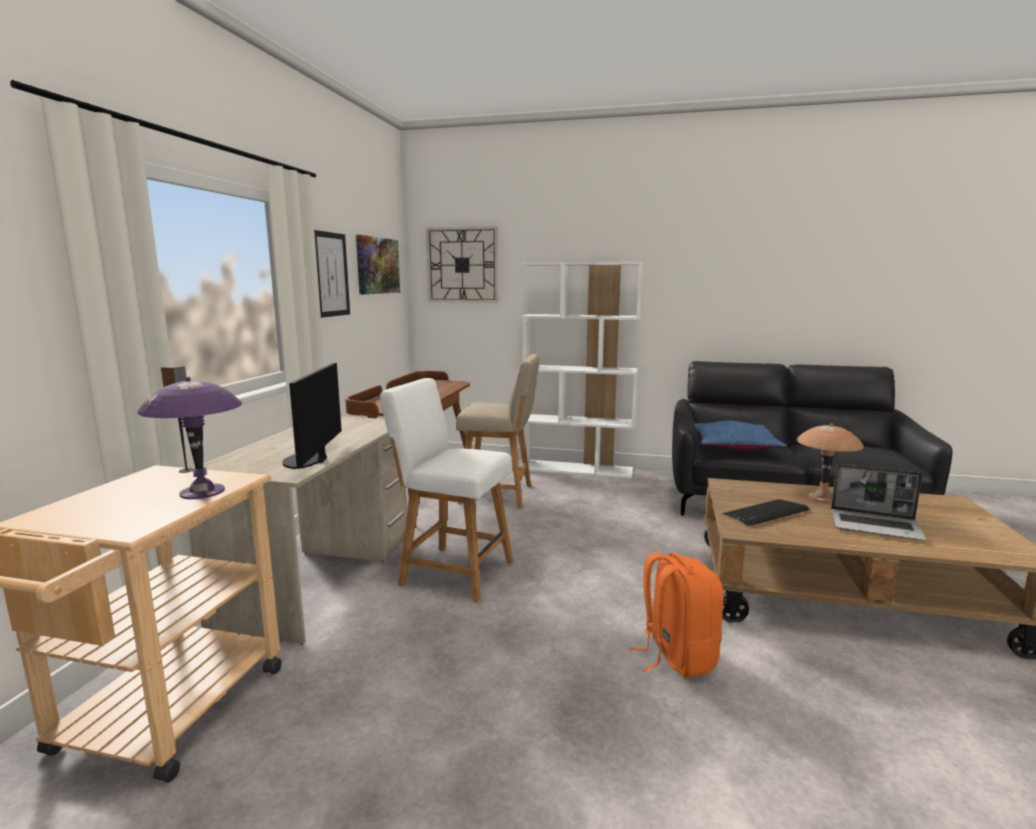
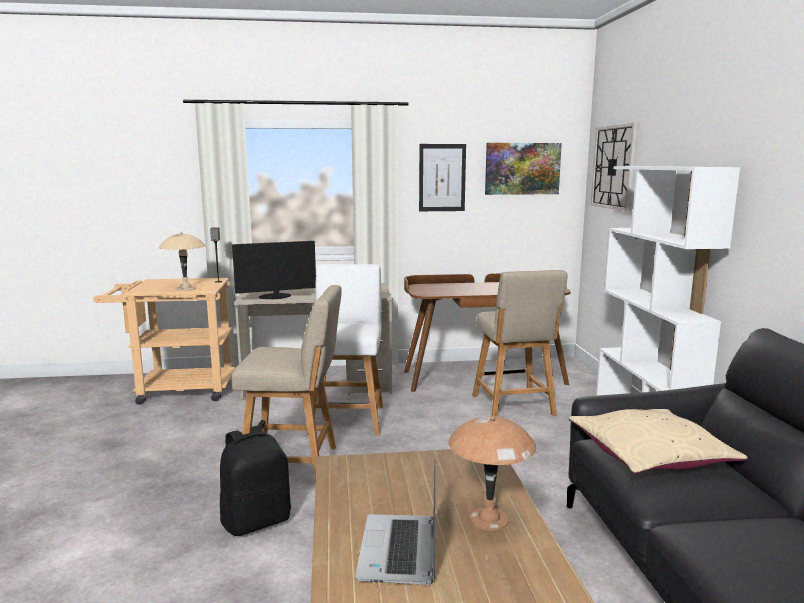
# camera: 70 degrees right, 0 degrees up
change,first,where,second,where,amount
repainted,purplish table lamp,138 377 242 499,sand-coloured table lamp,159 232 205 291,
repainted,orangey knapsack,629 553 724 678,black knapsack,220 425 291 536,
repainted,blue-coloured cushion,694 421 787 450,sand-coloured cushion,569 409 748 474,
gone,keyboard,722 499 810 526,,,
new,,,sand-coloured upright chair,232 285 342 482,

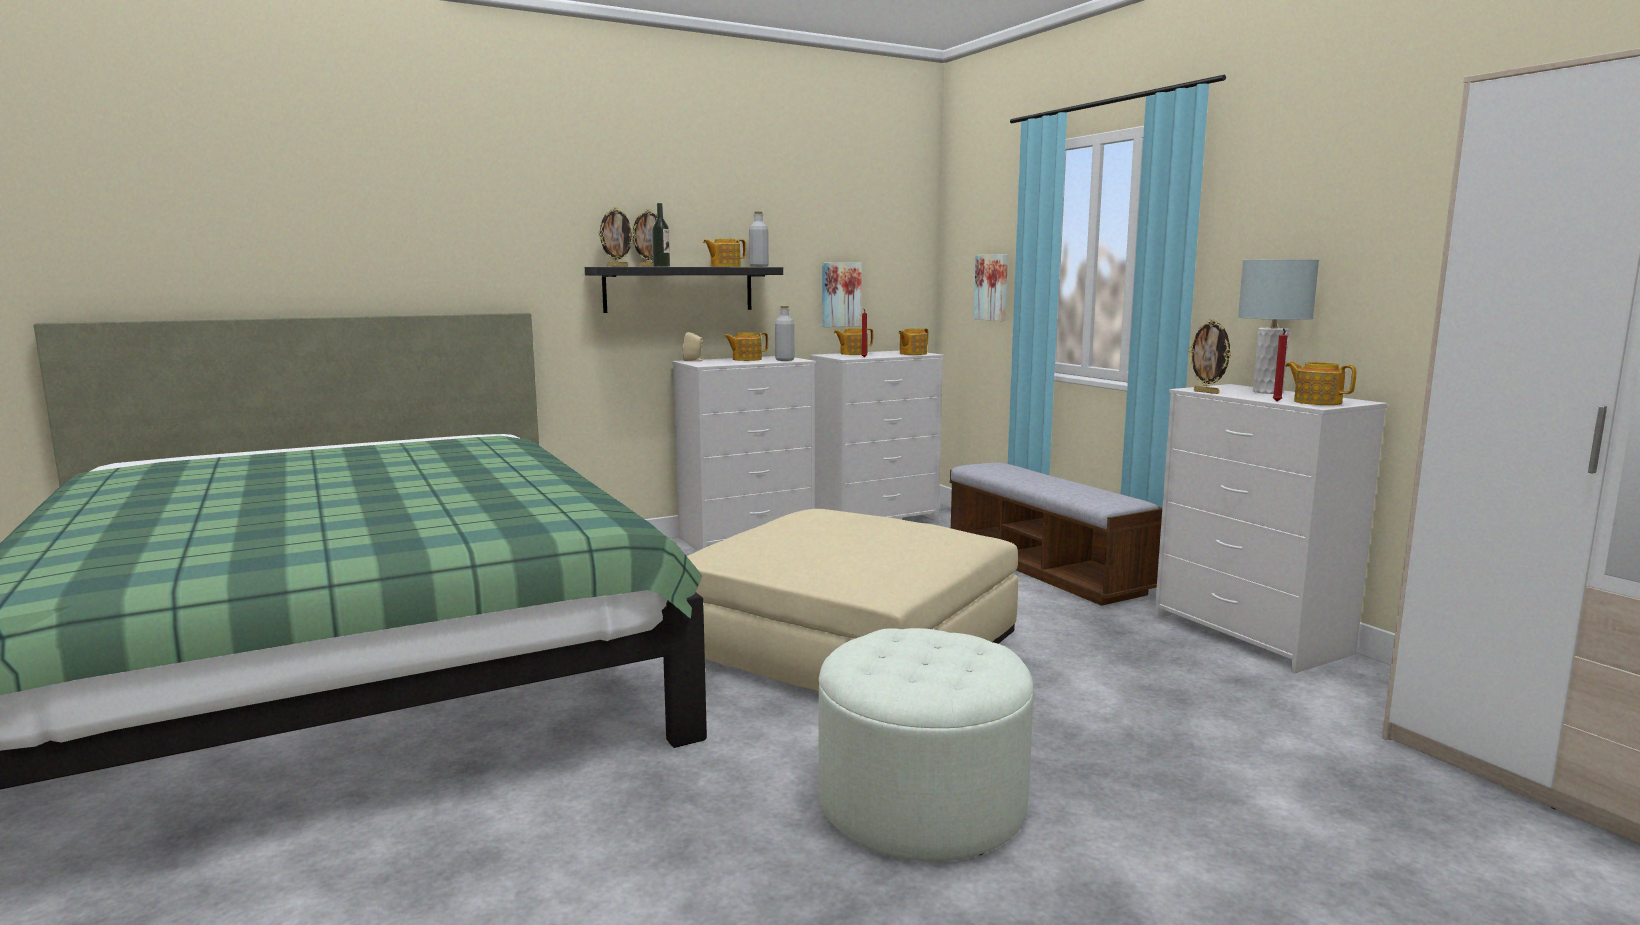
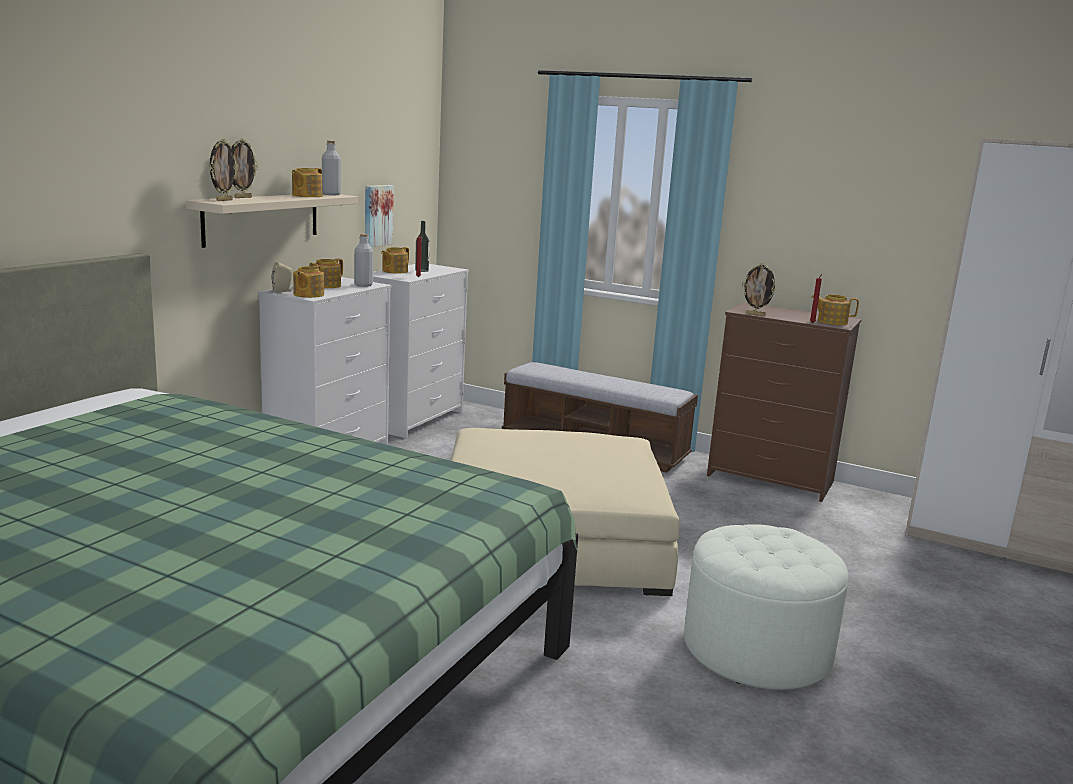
# camera: 35 degrees left, 5 degrees up
change,first,where,second,where,amount
repainted,black shelf,585 267 783 313,sand-coloured shelf,186 193 358 248,
shifted,bottle,652 203 670 267,,415 221 430 272,
shifted,pot for tea,898 328 928 355,,293 265 324 298,
gone,wall art,974 254 1008 321,,,
repainted,whitish dresser,1154 384 1387 673,brown dresser,707 303 861 502,
gone,grey table lamp,1238 259 1319 394,,,

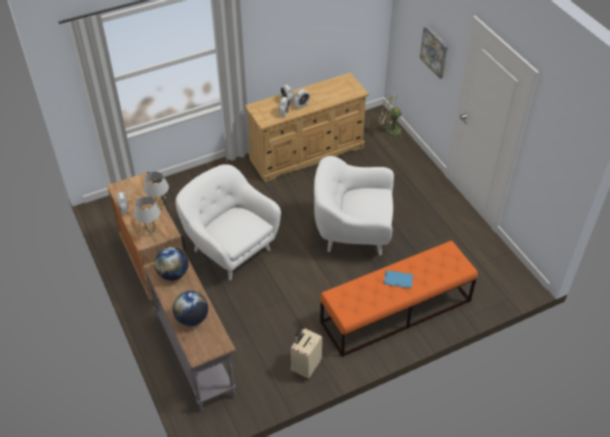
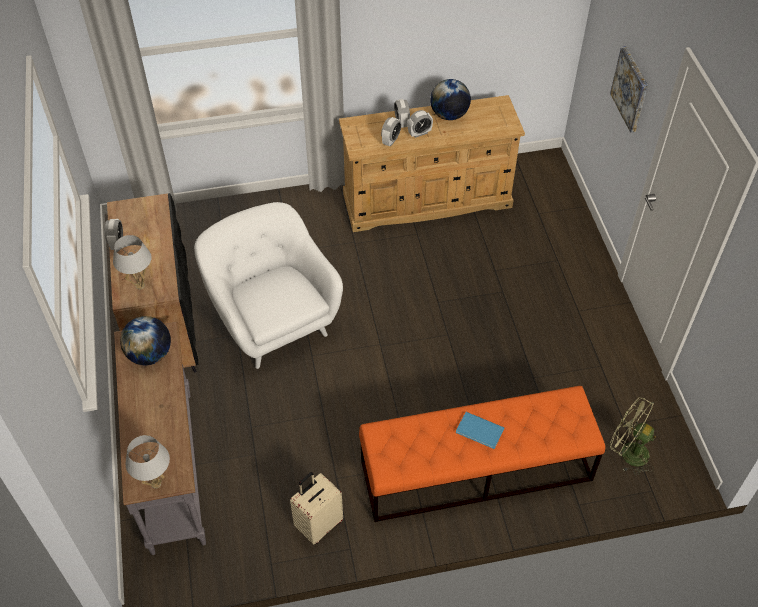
# camera: 15 degrees right, 5 degrees up
change,first,where,second,where,amount
shifted,whitish table lamp,143 172 169 210,,126 435 170 489,
shifted,world globe,173 291 208 326,,430 79 471 120,
gone,whitish easy chair,314 156 394 256,,,
shifted,green-coloured fan,379 94 405 139,,610 397 656 475,

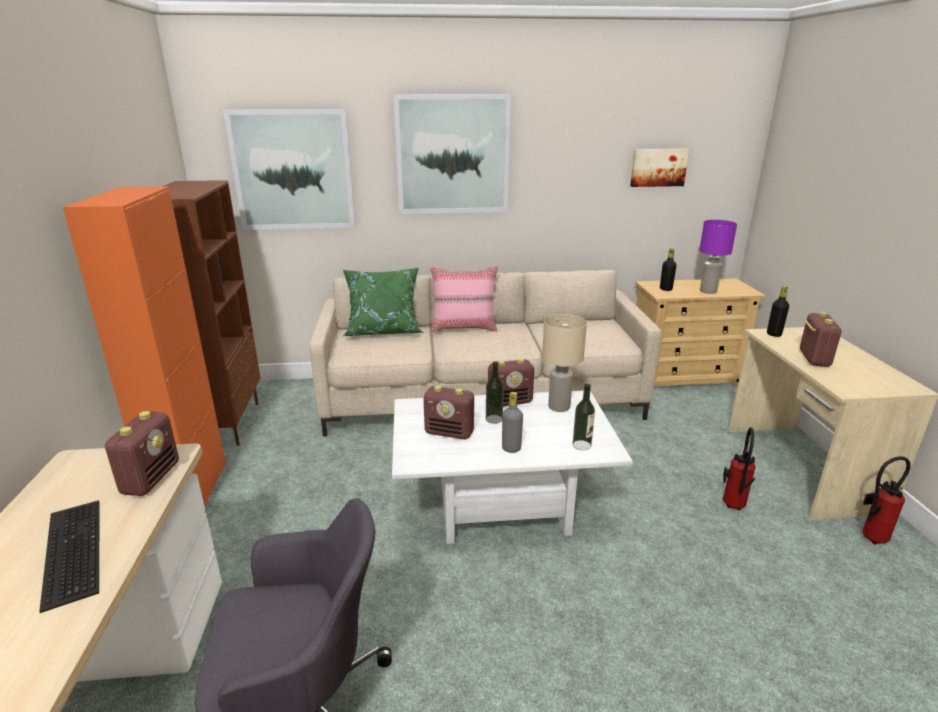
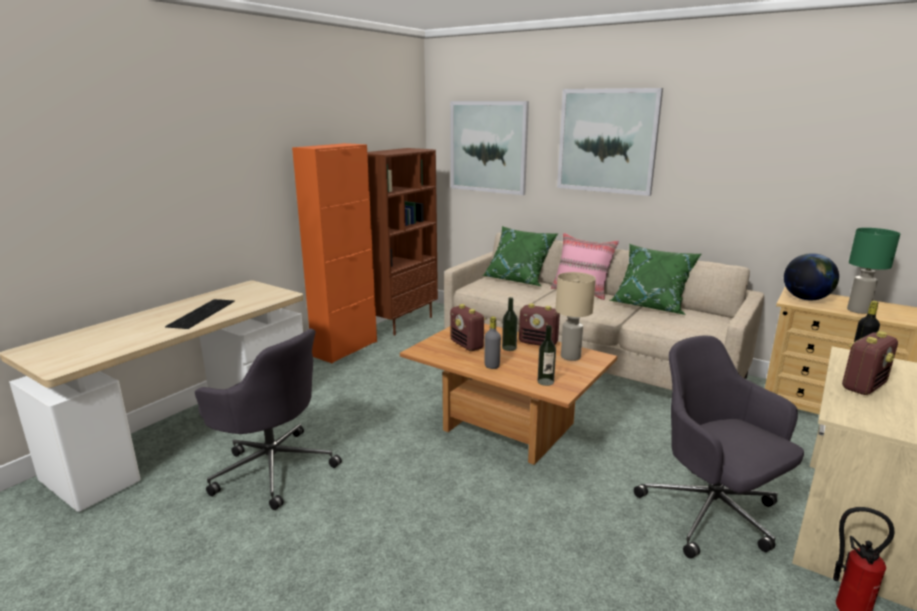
# camera: 40 degrees right, 5 degrees down
change,first,where,second,where,amount
gone,radio,105 411 179 496,,,
repainted,whitish coffee table,392 390 633 544,brown coffee table,400 324 617 465,
gone,wall art,630 149 689 187,,,
swapped,black bottle,660 248 677 291,world globe,784 253 839 300,
repainted,purplish table lamp,699 220 737 294,green-coloured table lamp,847 228 900 314,
swapped,fire extinguisher,723 427 755 510,grey computer chair,634 336 804 559,
new,,,green-coloured cushion,609 244 701 315,

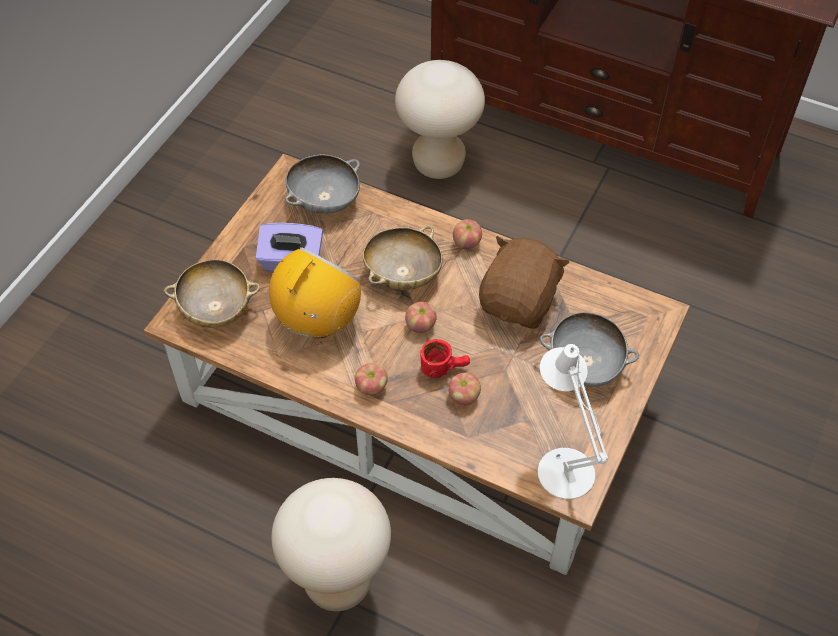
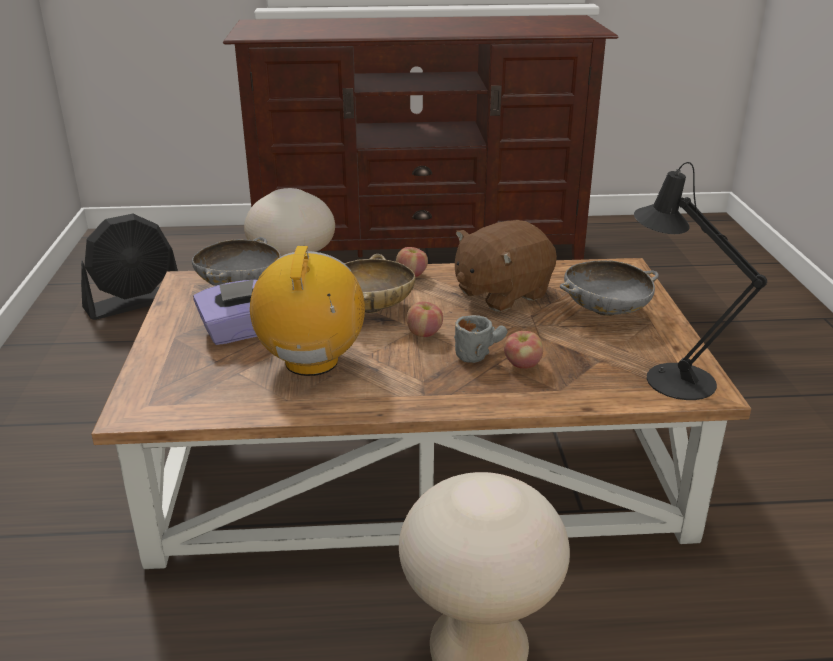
# camera: 30 degrees left, 25 degrees down
change,first,where,second,where,amount
gone,sand-coloured serving bowl,164 259 260 328,,,
gone,apple,355 363 388 395,,,
repainted,red tea mug,420 339 470 378,grey tea mug,454 315 508 363,
rotated,brown cuddly toy,479 236 570 329,,455 220 557 312,120 degrees counterclockwise
repainted,whitish table lamp,538 344 608 499,black table lamp,634 162 767 400,
new,,,black fan,81 214 178 320,

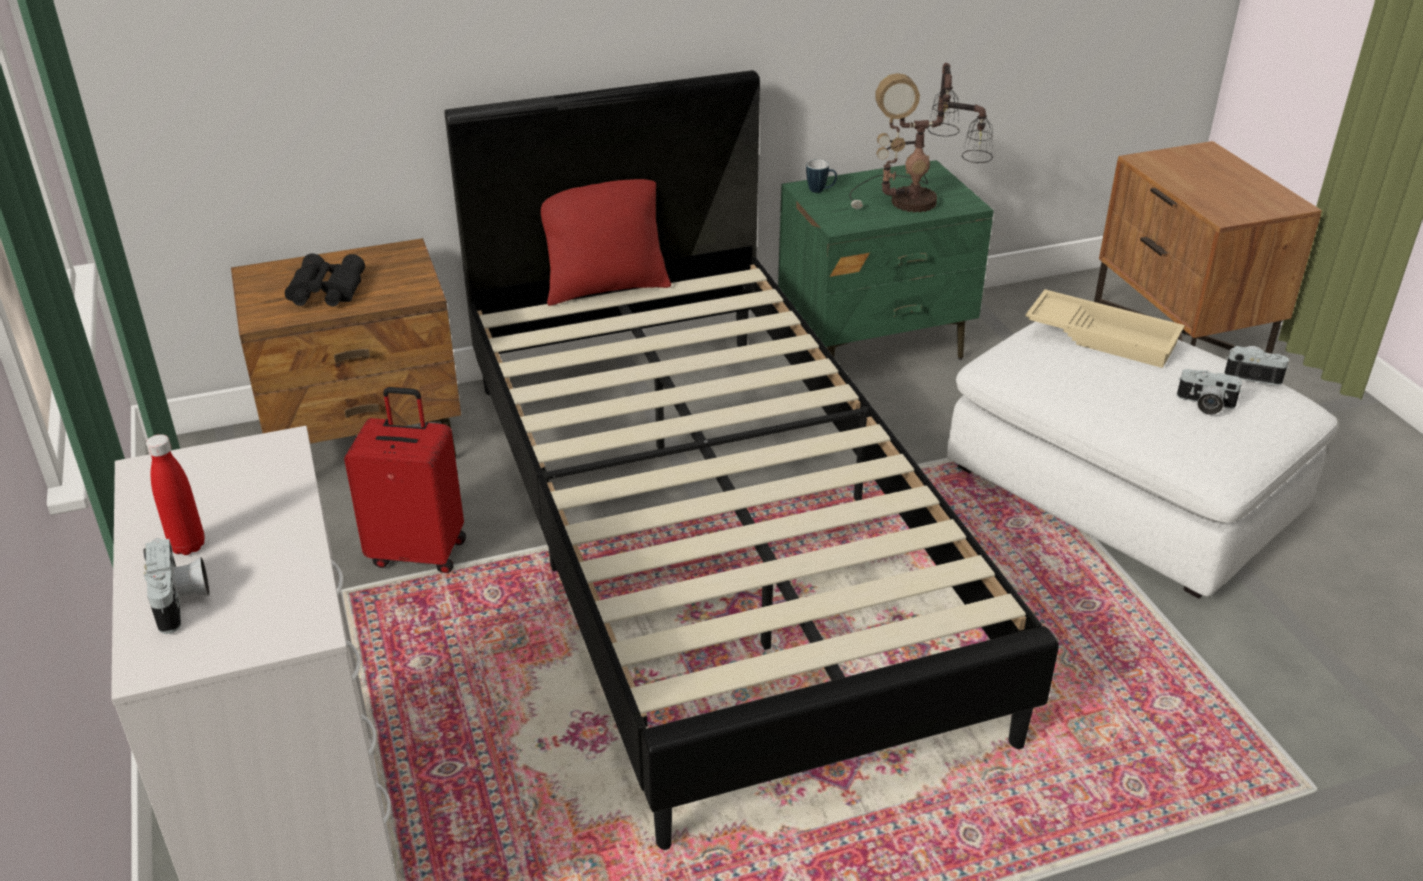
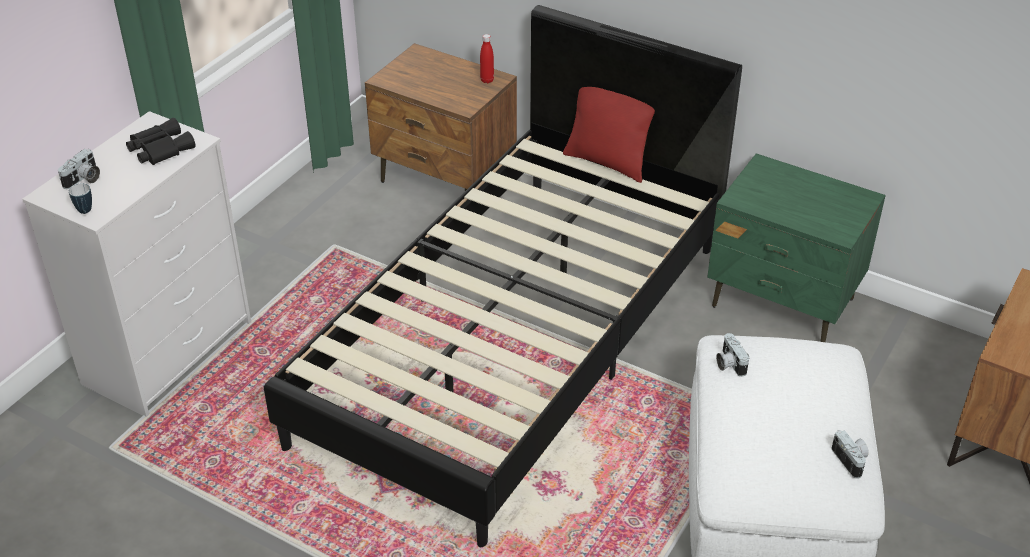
# camera: 50 degrees right, 5 degrees up
change,first,where,second,where,amount
shifted,red bottle,146 434 204 555,,480 34 494 83,
shifted,black field glasses,285 253 365 306,,126 118 196 165,
gone,red travel case,344 387 466 573,,,
shifted,tea mug,806 159 837 193,,69 183 92 214,
gone,table lamp,850 63 993 212,,,
gone,sand-coloured carrying tray,1025 289 1185 368,,,
shifted,photo camera,1177 369 1242 415,,716 333 749 377,

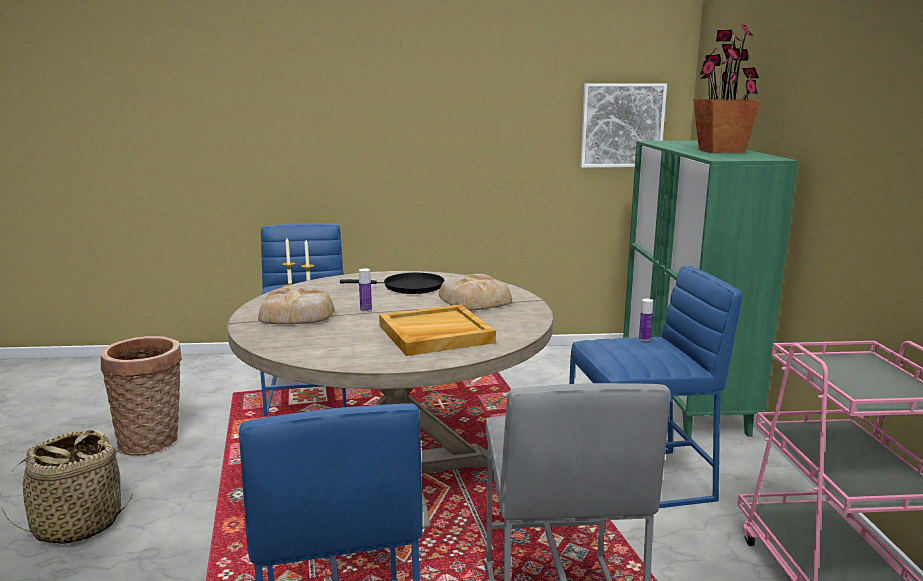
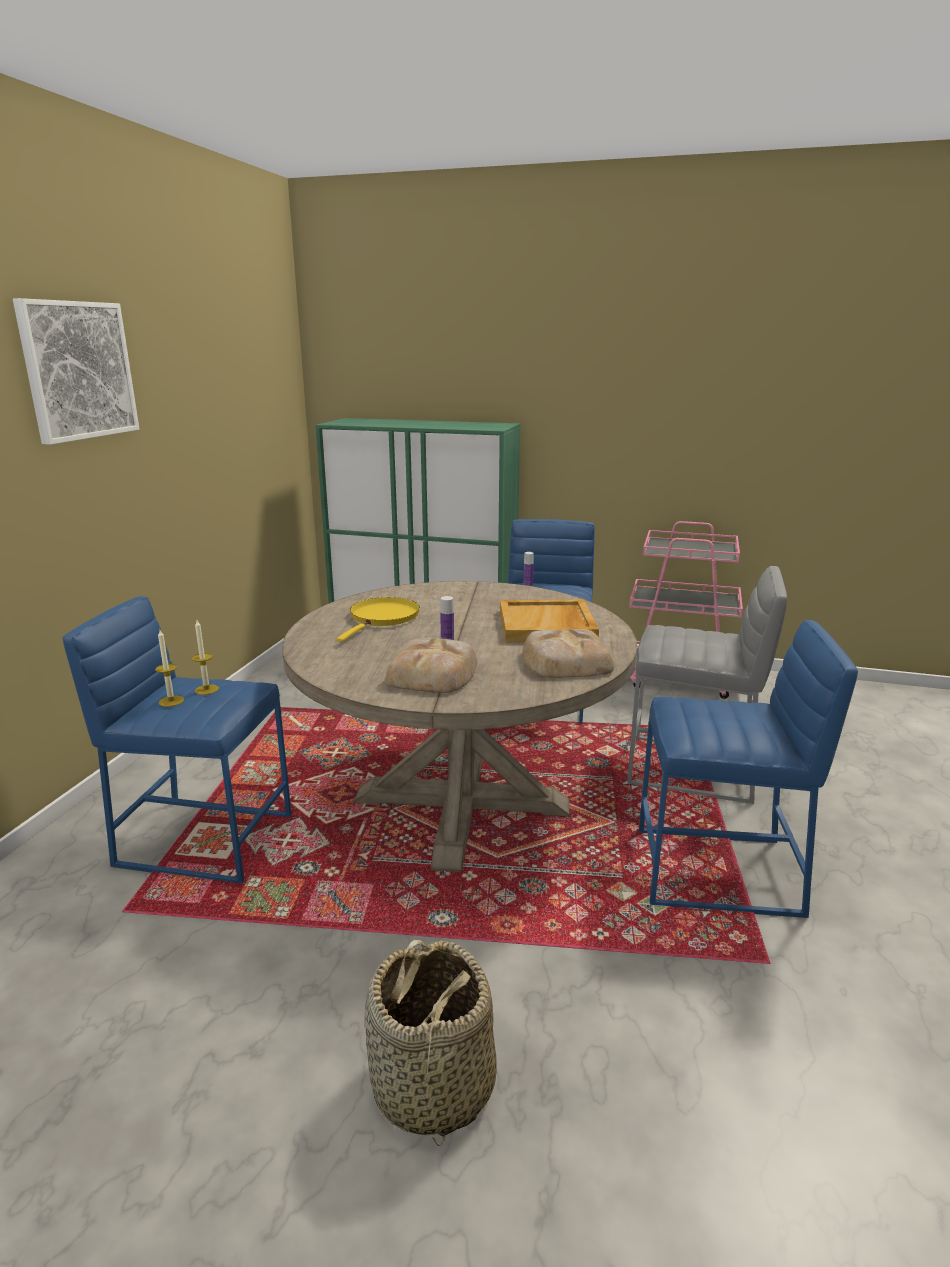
# camera: 70 degrees left, 5 degrees up
change,first,where,second,where,amount
gone,household basket,101 336 182 456,,,
repainted,black skillet,340 273 445 294,yellow skillet,337 597 420 642,
shifted,bread,439 274 512 311,,522 629 614 678,
shifted,wall art,580 83 667 168,,13 298 139 445,
gone,potted plant,693 24 762 153,,,

